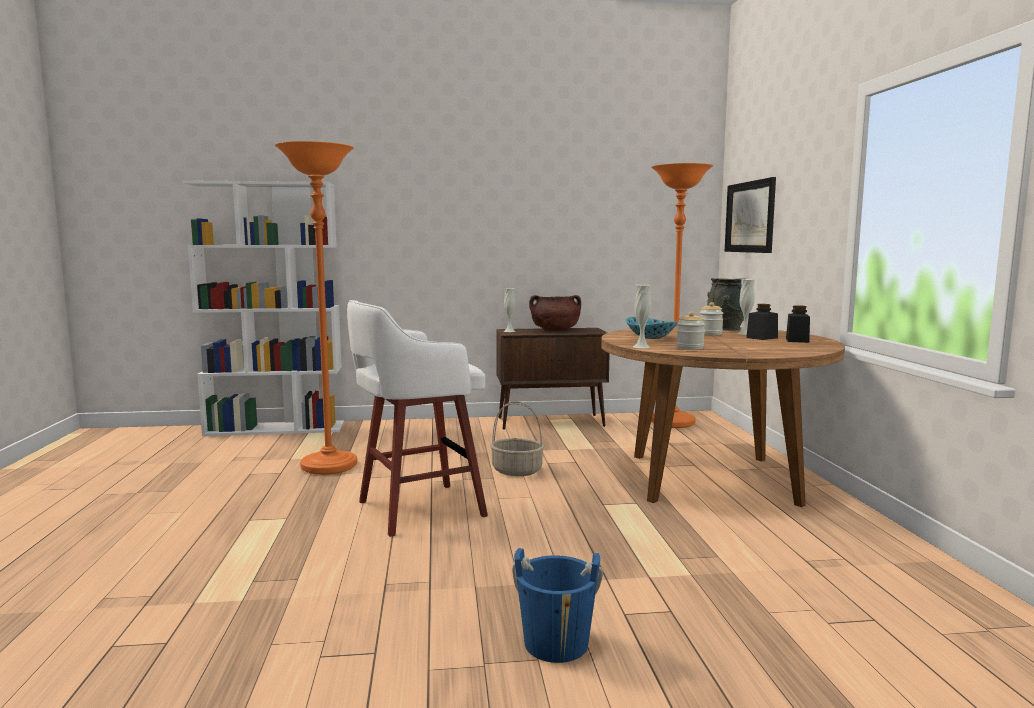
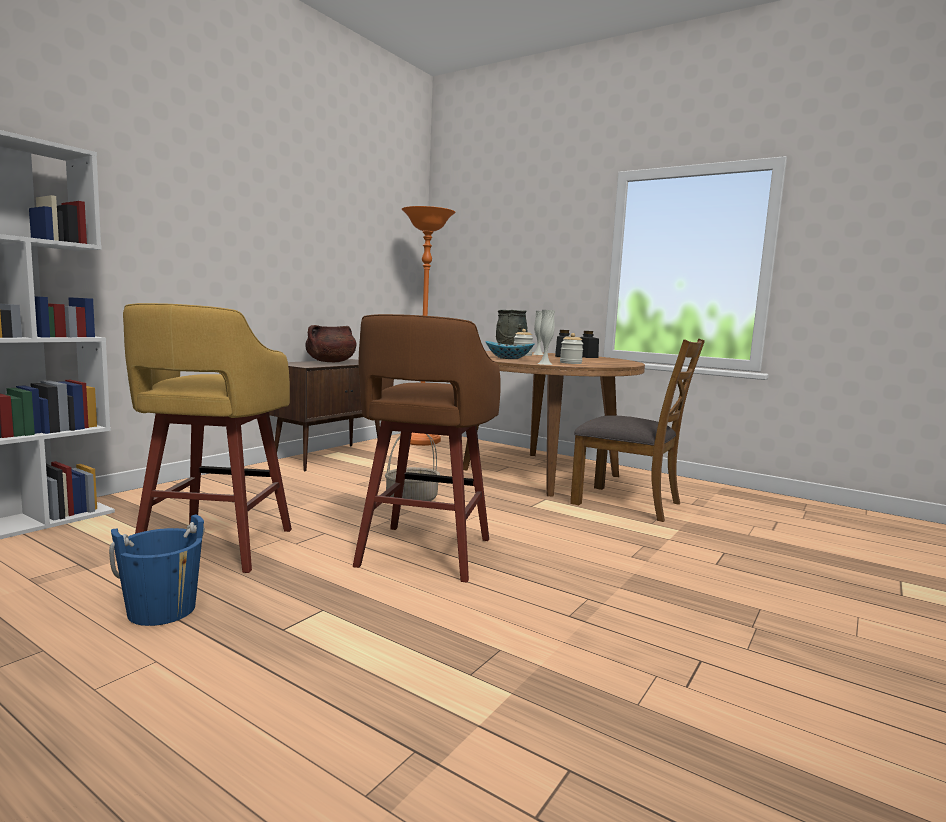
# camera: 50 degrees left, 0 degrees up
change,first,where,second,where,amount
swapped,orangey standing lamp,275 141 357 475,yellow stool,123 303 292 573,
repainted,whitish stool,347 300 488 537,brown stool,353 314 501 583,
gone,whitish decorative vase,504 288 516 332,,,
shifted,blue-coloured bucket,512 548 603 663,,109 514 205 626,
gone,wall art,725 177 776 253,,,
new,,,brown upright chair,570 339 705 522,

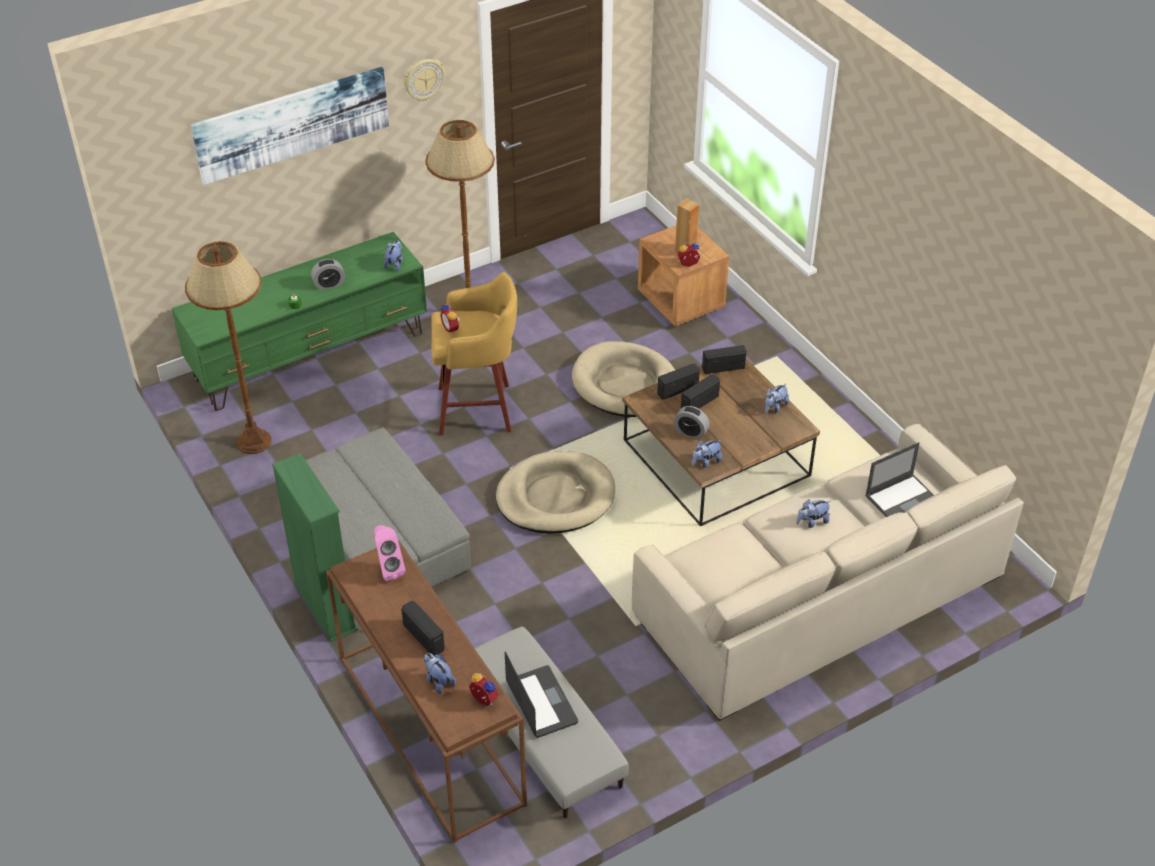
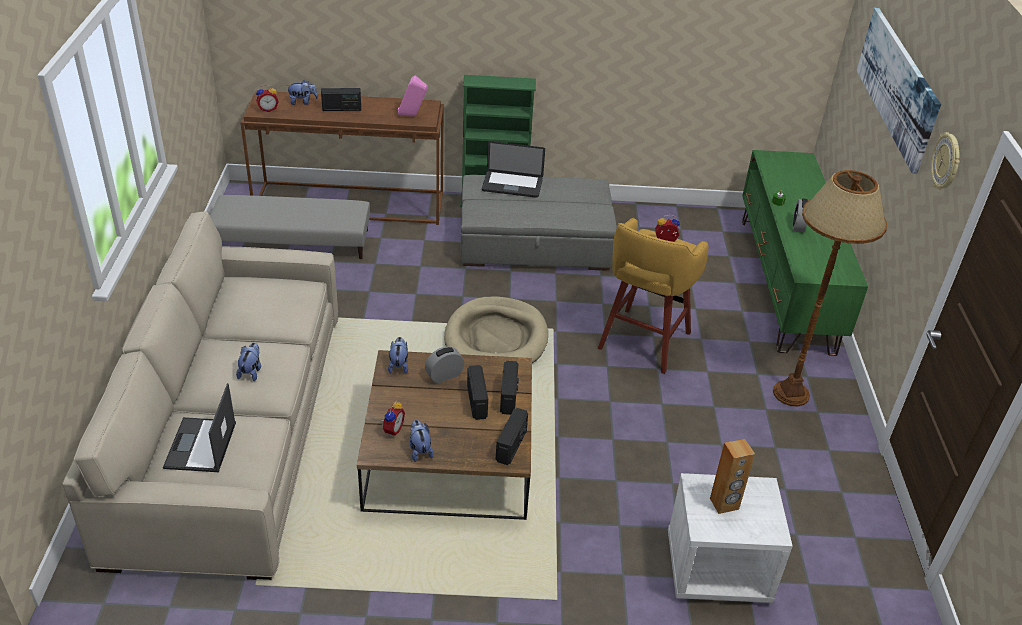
# camera: 120 degrees right, 5 degrees down
change,first,where,second,where,amount
gone,brown standing lamp,185 241 272 454,,,
gone,cuddly toy,384 240 403 271,,,
shifted,notebook computer,505 652 578 738,,482 141 545 198,
gone,sand-coloured dog bed,572 341 675 417,,,
repainted,brown nightstand,638 225 729 326,whitish nightstand,668 473 793 603,
shifted,table clock,677 241 700 267,,381 401 405 437,

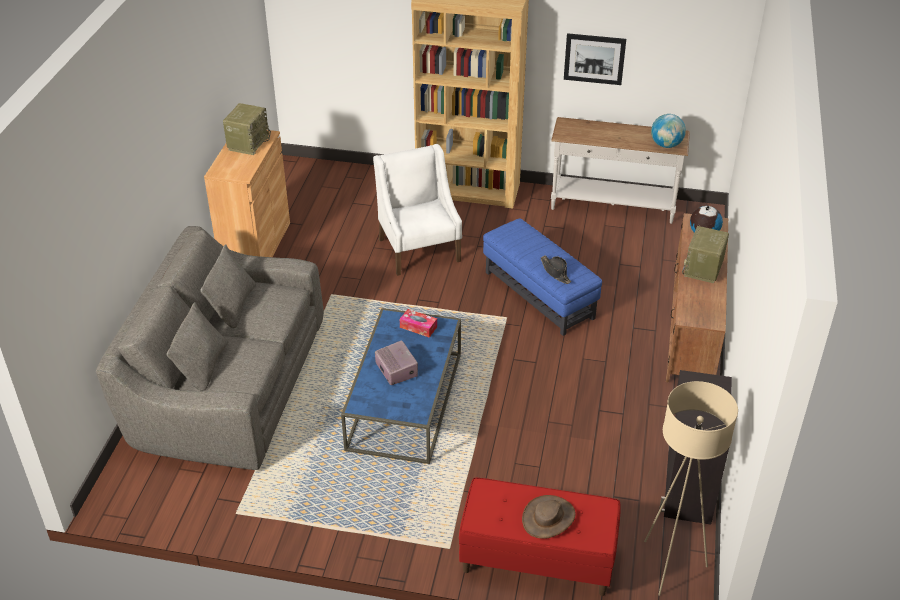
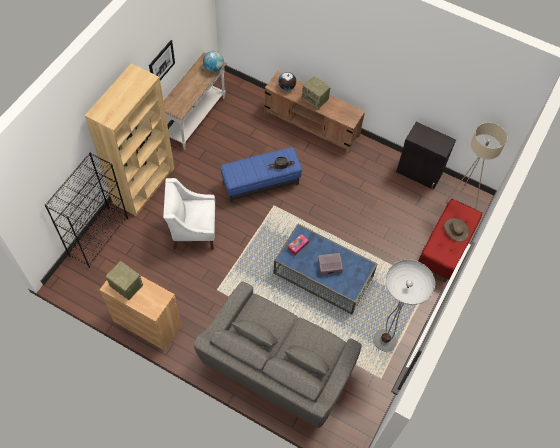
# camera: 75 degrees left, 20 degrees up
change,first,where,second,where,amount
new,,,black shelving unit,45 152 128 268,
new,,,standing lamp,373 260 435 351,

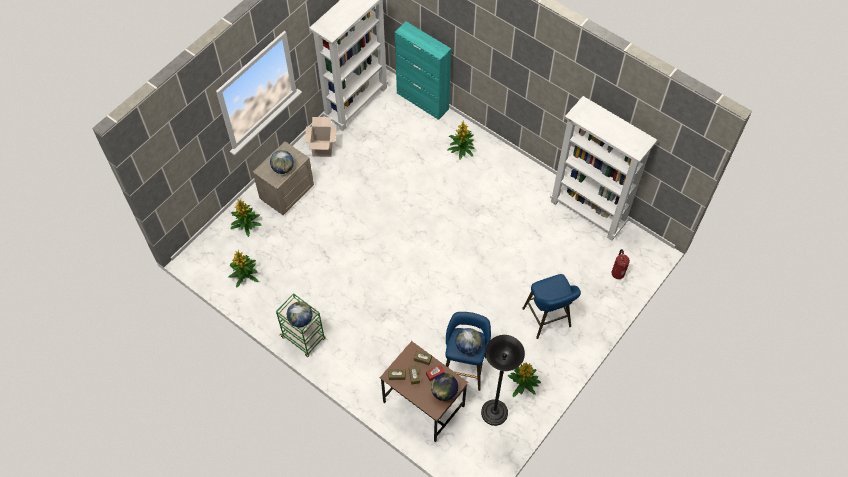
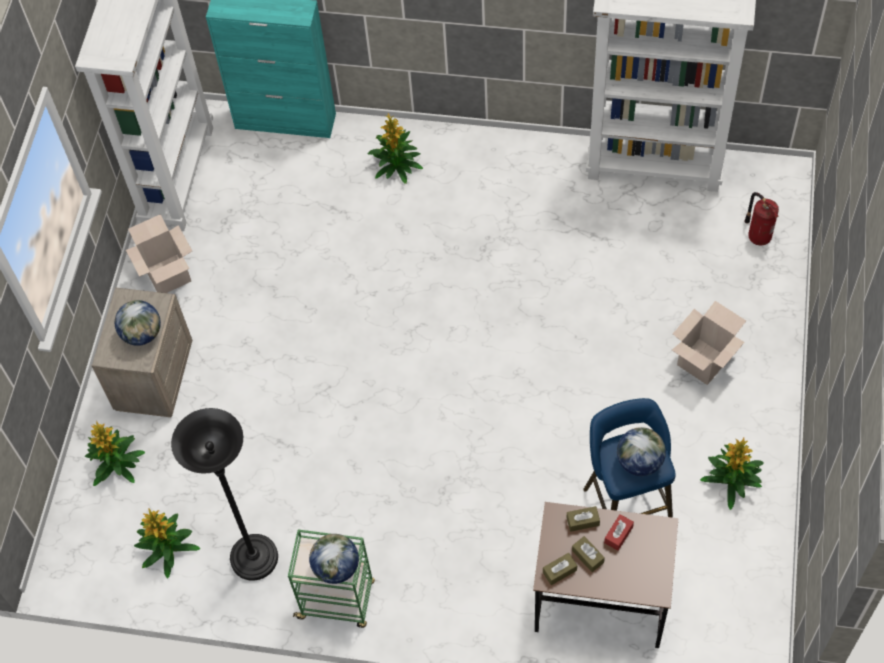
# camera: 25 degrees left, 0 degrees up
change,first,where,second,where,amount
gone,world globe,431 373 458 401,,,
shifted,black standing lamp,481 335 525 426,,171 408 278 581,
swapped,blue-coloured stool,522 274 581 339,cardboard box,672 301 746 385,

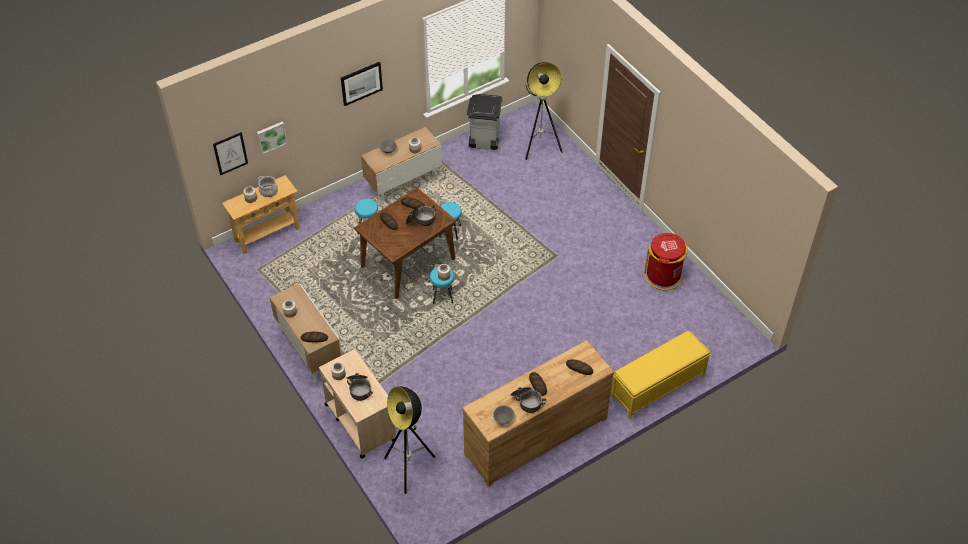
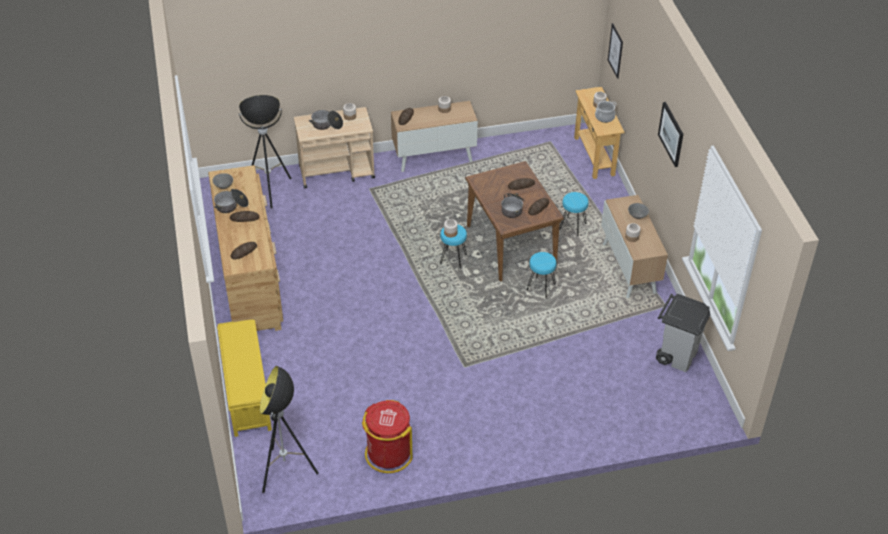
# camera: 110 degrees right, 5 degrees down
change,first,where,second,where,amount
gone,wall art,257 122 287 154,,,
shifted,standing lamp,525 62 562 160,,260 366 319 493,

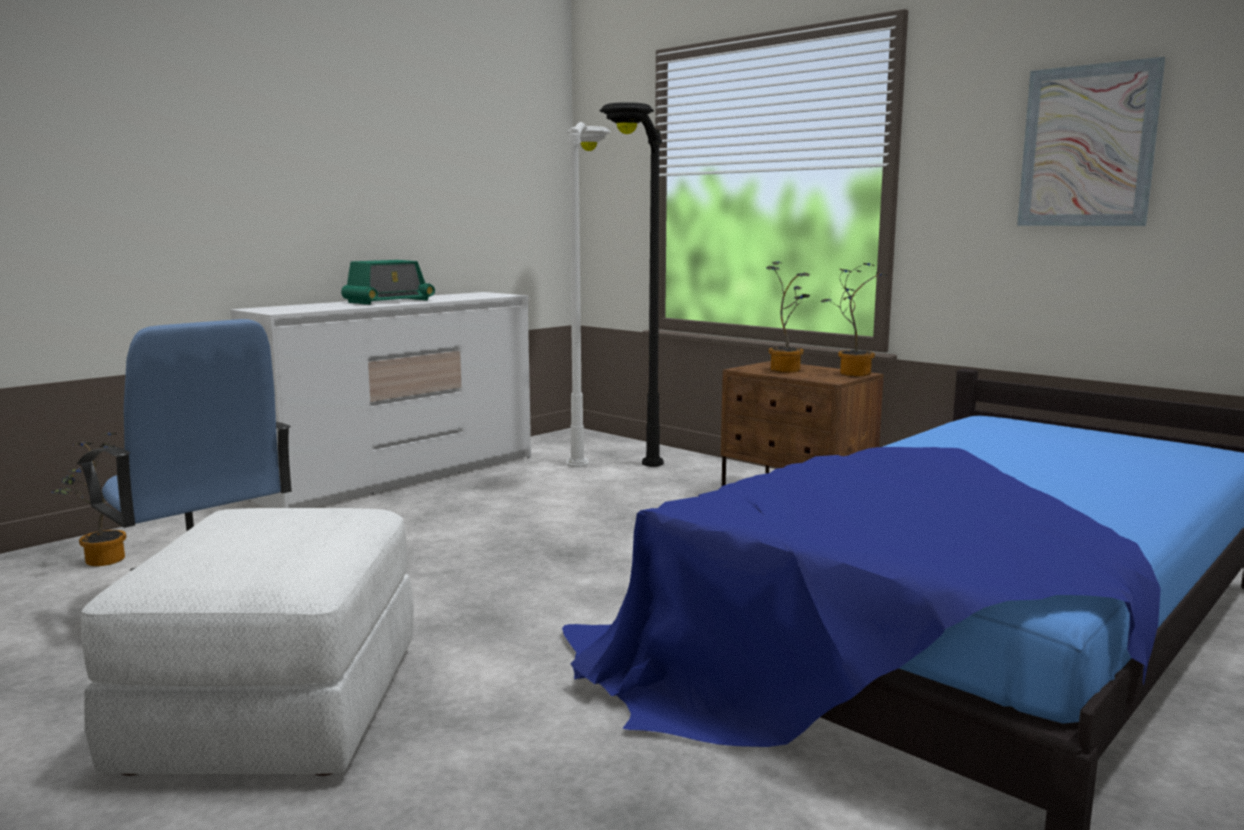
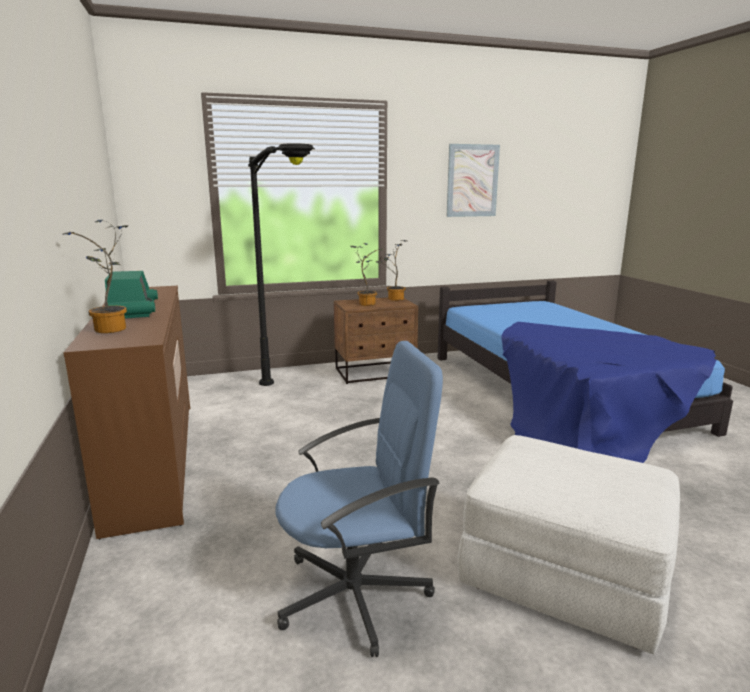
# camera: 60 degrees left, 5 degrees up
change,first,where,second,where,amount
shifted,potted plant,51 433 126 566,,63 220 128 333,
repainted,whitish dresser,230 292 531 508,brown dresser,63 286 190 540,
gone,whitish standing lamp,567 122 611 468,,,

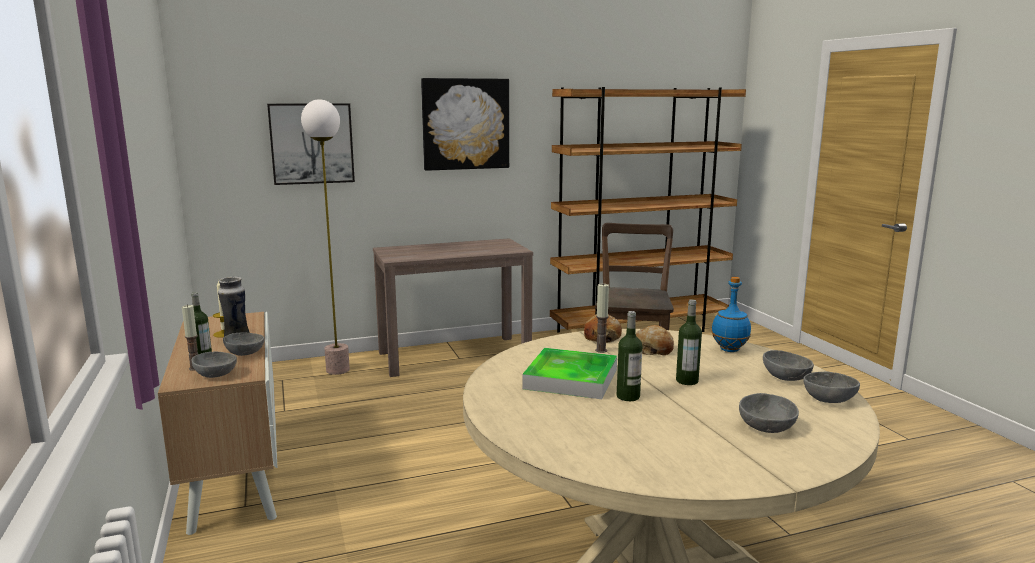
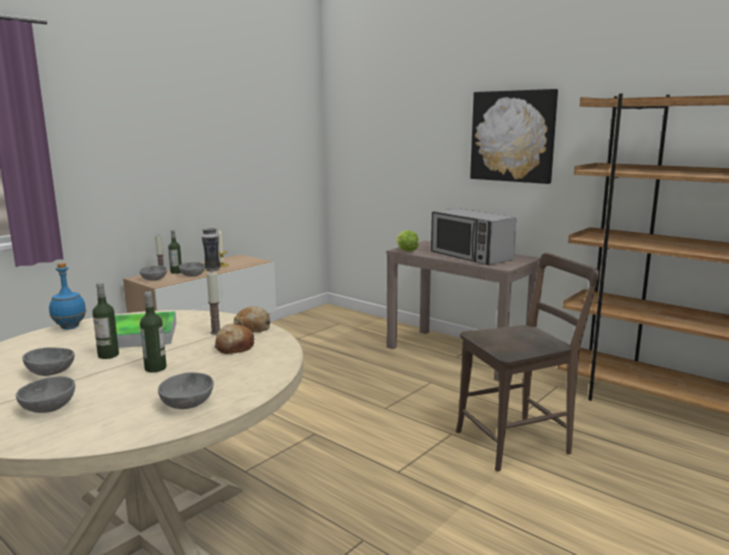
# camera: 60 degrees right, 0 degrees up
change,first,where,second,where,amount
gone,wall art,267 103 355 185,,,
gone,standing lamp,301 99 350 375,,,
shifted,blue-coloured bottle,711 277 751 352,,49 263 86 329,
shifted,grey serving bowl,803 372 860 403,,22 348 74 376,
new,,,lettuce,397 230 419 251,
new,,,microwave,431 208 516 265,

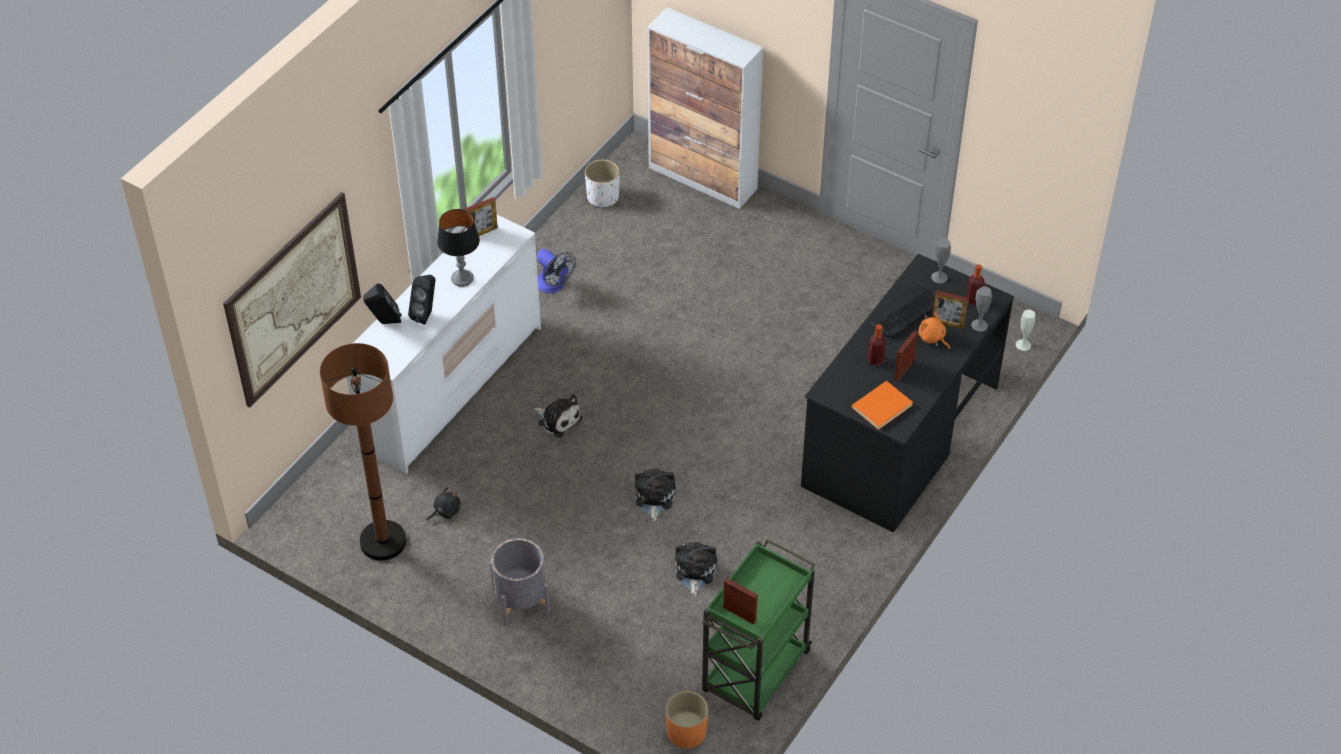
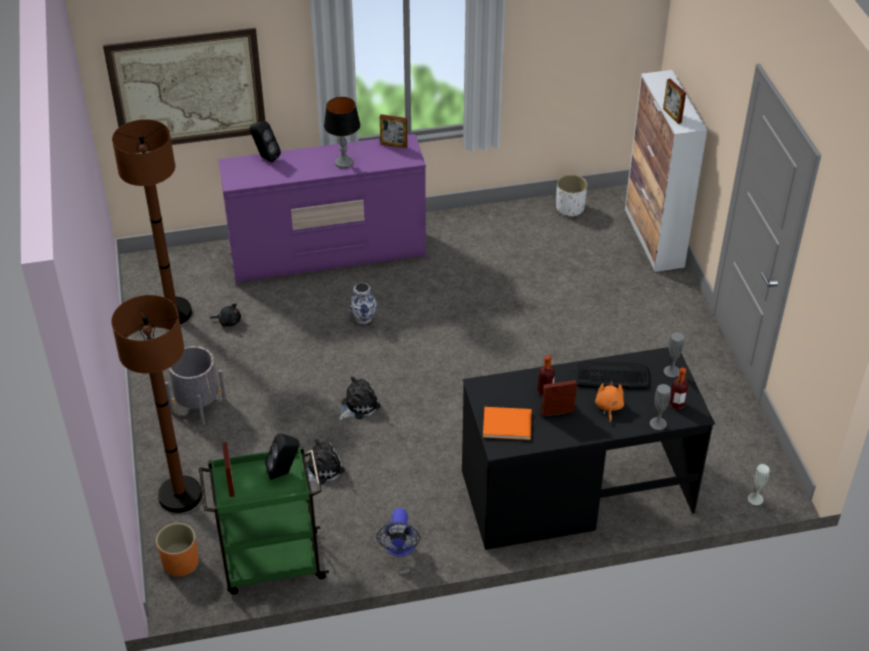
# camera: 45 degrees right, 5 degrees down
change,first,where,second,where,amount
repainted,whitish dresser,347 215 541 474,purplish dresser,218 134 426 285,
shifted,black speaker,408 275 435 324,,265 433 300 480,
swapped,cuddly toy,534 394 582 438,decorative vase,349 283 377 324,
shifted,fan,537 249 576 293,,377 508 420 557,
shifted,picture frame,932 290 968 329,,663 78 686 124,
new,,,brown standing lamp,111 295 202 513,

